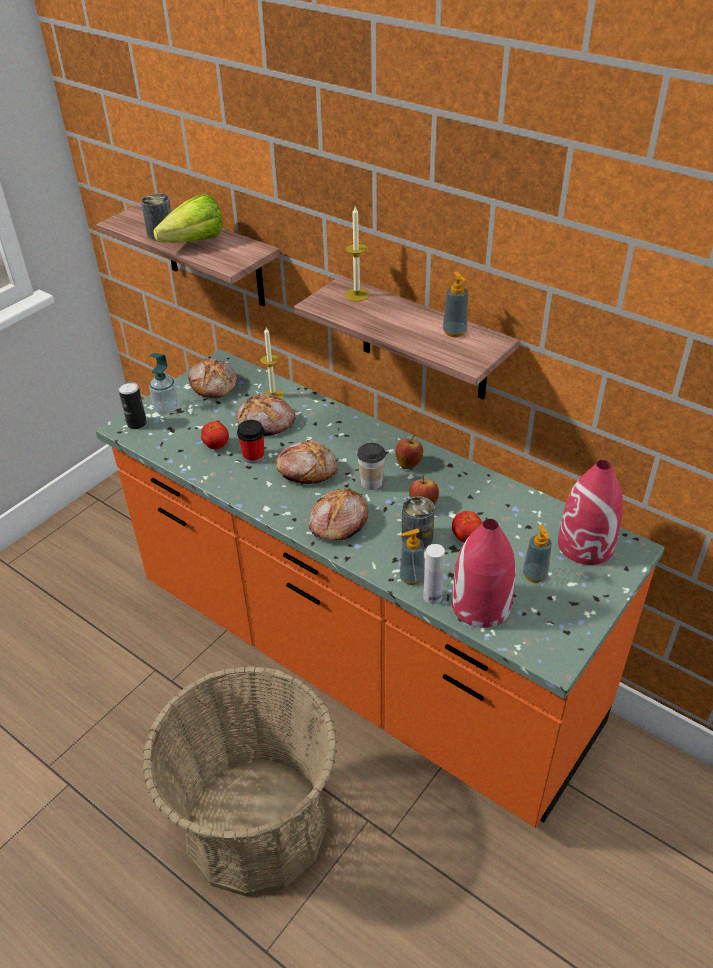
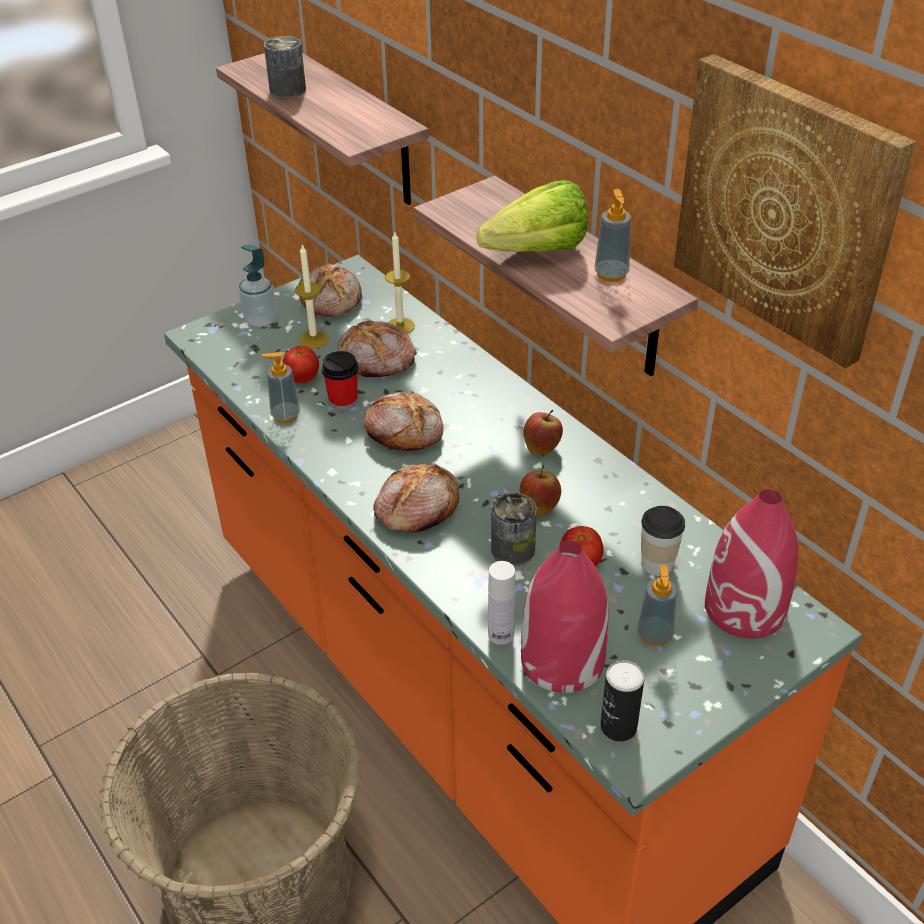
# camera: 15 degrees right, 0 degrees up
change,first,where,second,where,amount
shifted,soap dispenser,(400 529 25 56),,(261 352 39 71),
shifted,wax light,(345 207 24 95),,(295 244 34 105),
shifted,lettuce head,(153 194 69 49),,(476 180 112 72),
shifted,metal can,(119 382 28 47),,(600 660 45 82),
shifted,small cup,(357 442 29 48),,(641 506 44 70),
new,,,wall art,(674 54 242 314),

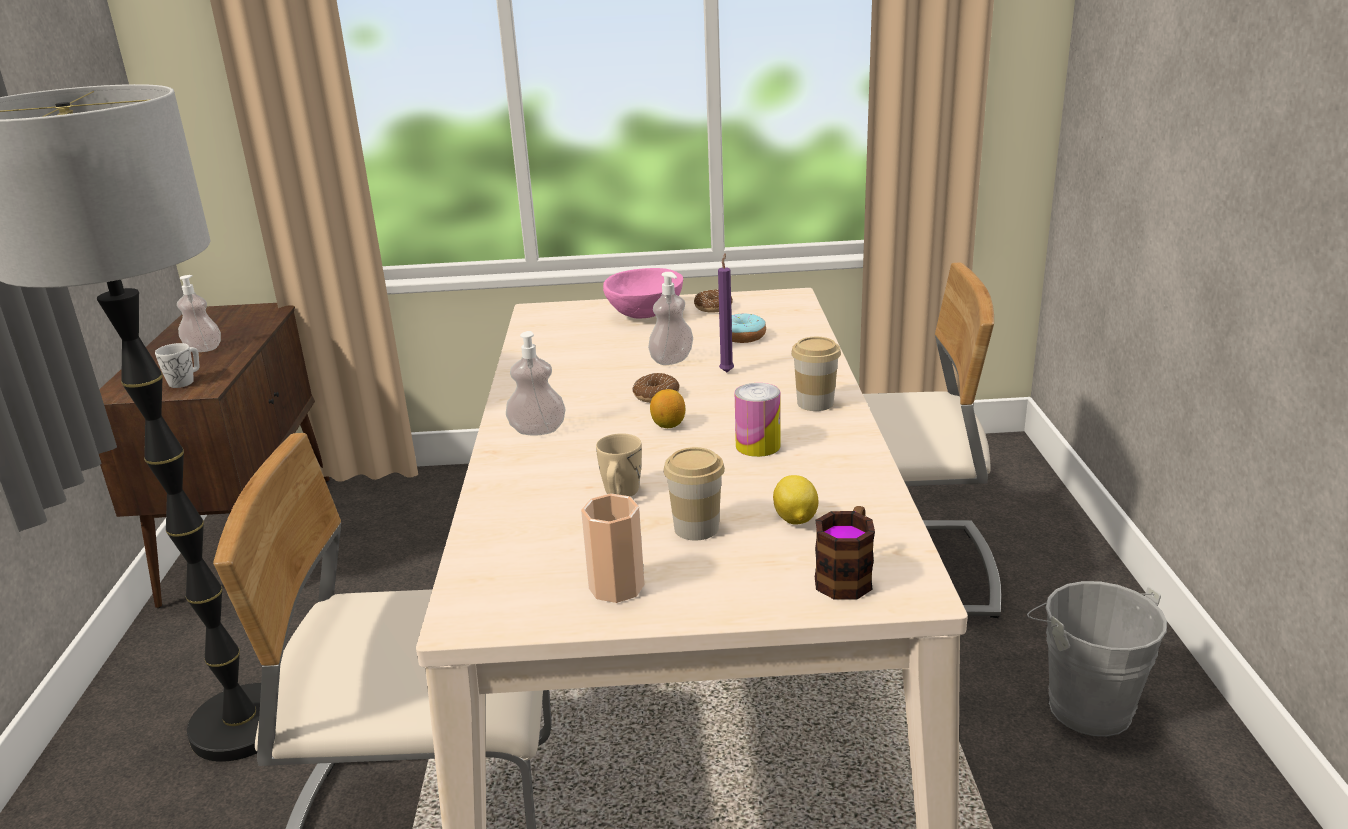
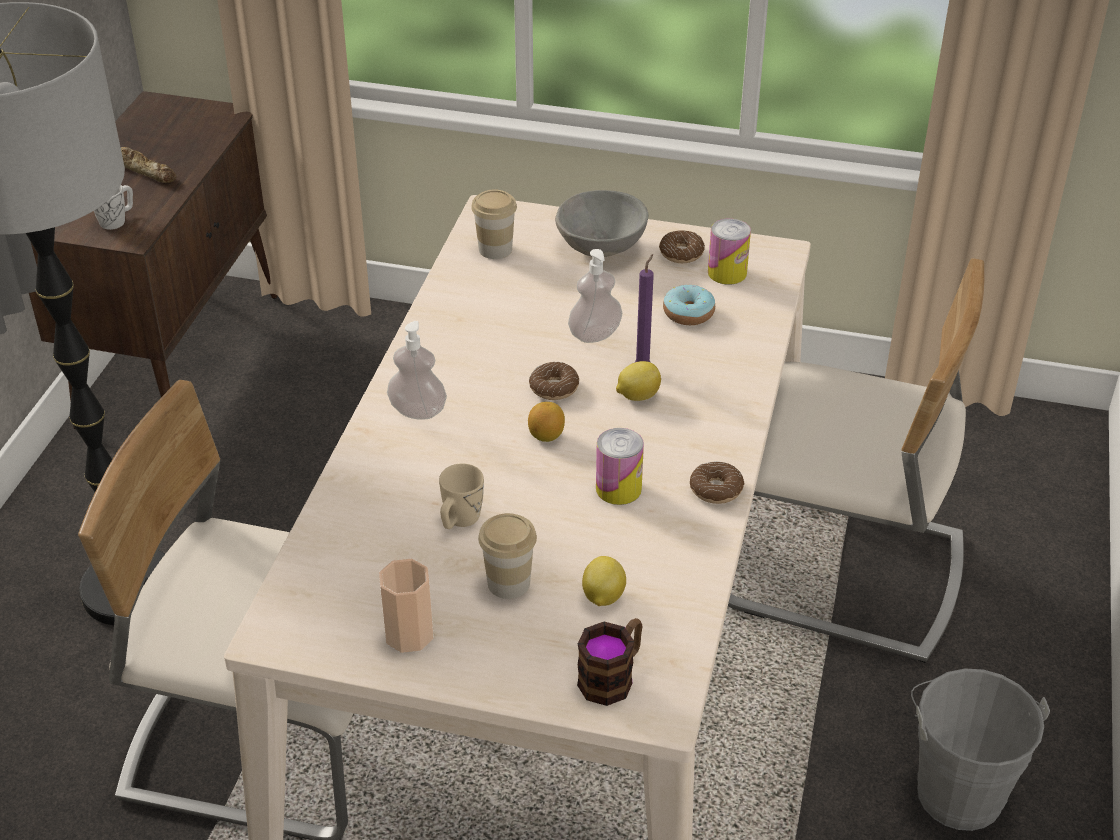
# camera: 15 degrees right, 15 degrees up
change,first,where,second,where,amount
swapped,soap dispenser,(177 275 44 77),baked bread,(121 147 56 36),
shifted,small cup,(791 337 50 74),,(471 190 46 69),
repainted,pink-coloured serving bowl,(603 268 80 51),gray serving bowl,(555 190 93 67),
new,,,whole lemon,(616 361 45 40),
new,,,ring doughnut,(690 461 54 43),
new,,,metal can,(708 218 43 67),

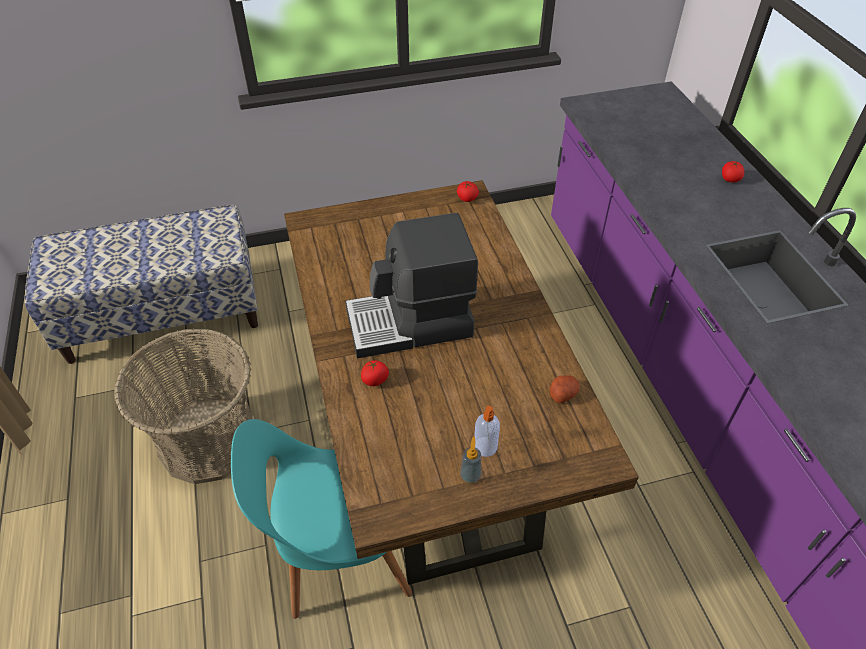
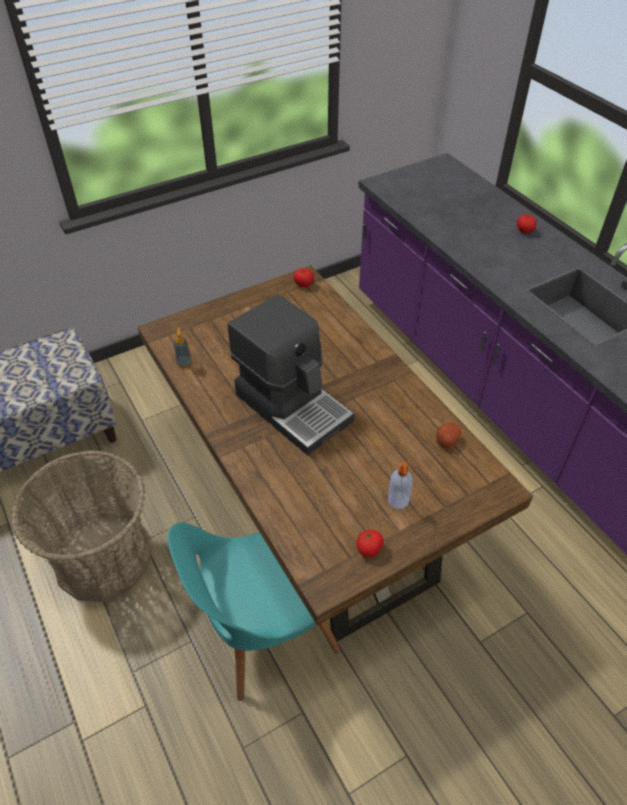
# camera: 15 degrees left, 0 degrees up
change,first,where,second,where,amount
shifted,soap dispenser,(460 436 21 48),,(174 328 18 40),
rotated,coffee brewer,(345 213 133 145),,(227 294 127 161),105 degrees counterclockwise
shifted,fresh tomato,(361 360 28 26),,(357 530 27 27),

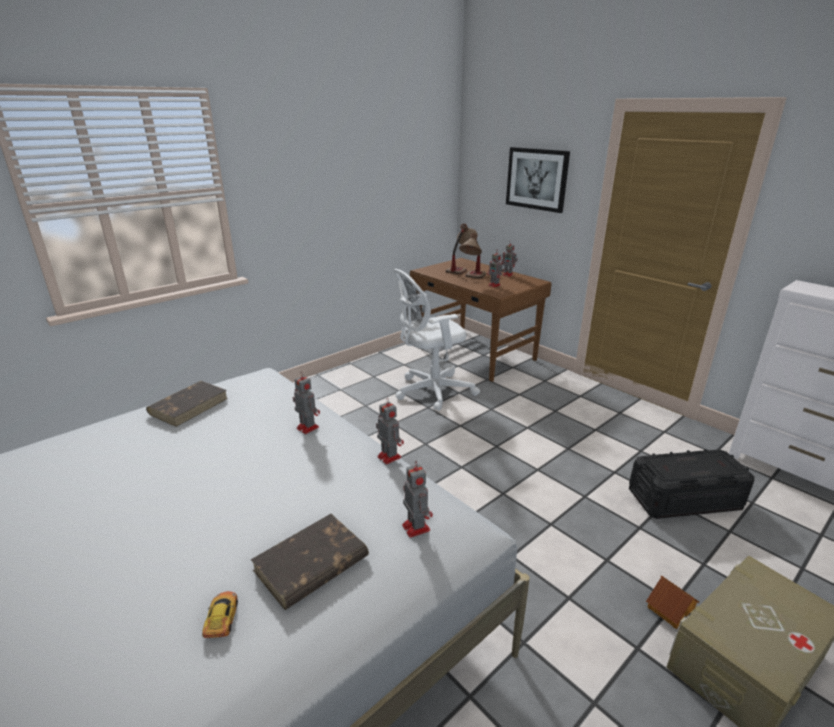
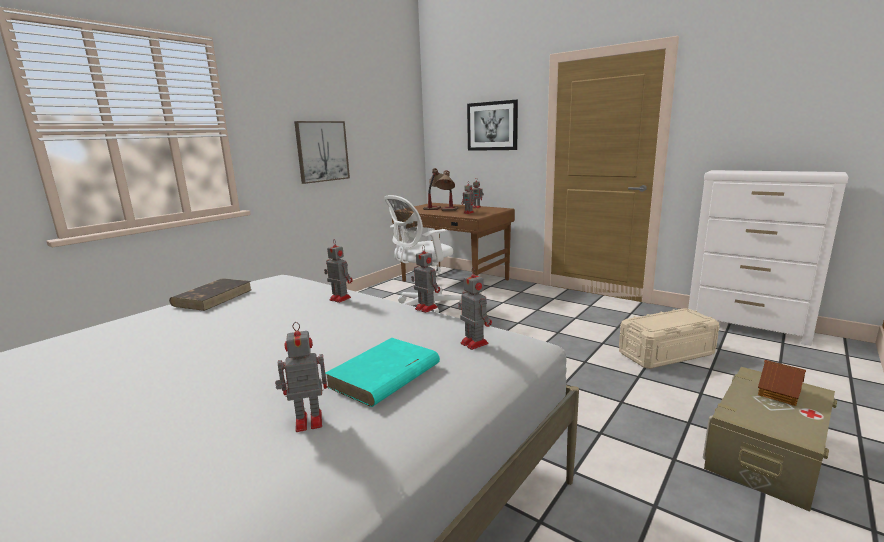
# camera: 10 degrees left, 10 degrees down
change,first,where,second,where,amount
swapped,model car,(199 591 39 47),model robot,(275 322 52 110),
new,,,wall art,(294 121 56 63),
repainted,brownish book,(251 514 118 96),blue-green book,(325 338 115 69),
repainted,blackish storage container,(629 449 126 70),sand-coloured storage container,(619 308 100 61),
shifted,model house,(646 575 53 54),,(758 360 48 46),

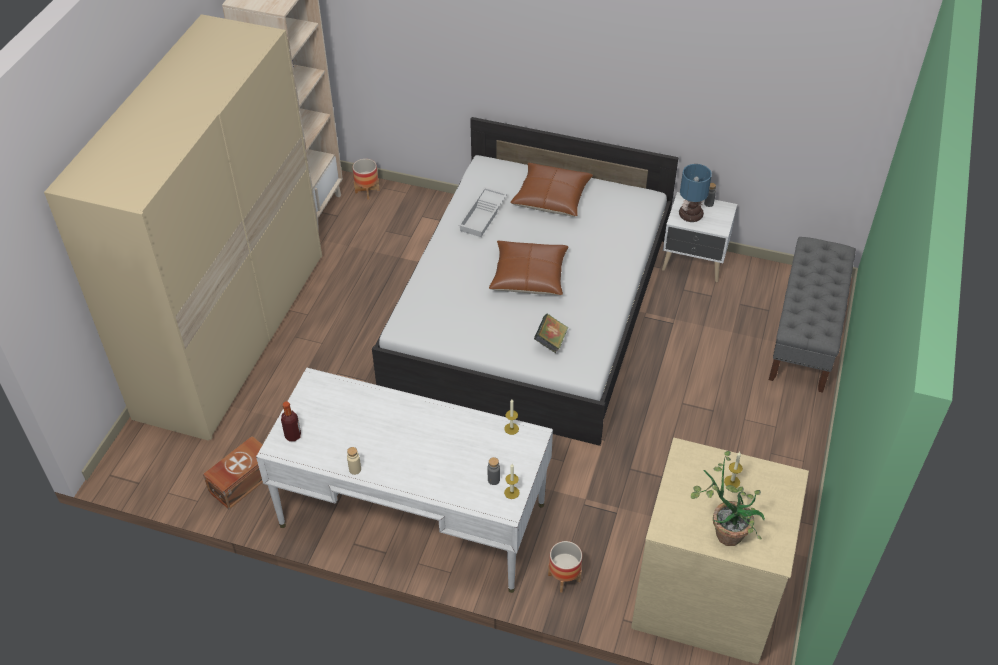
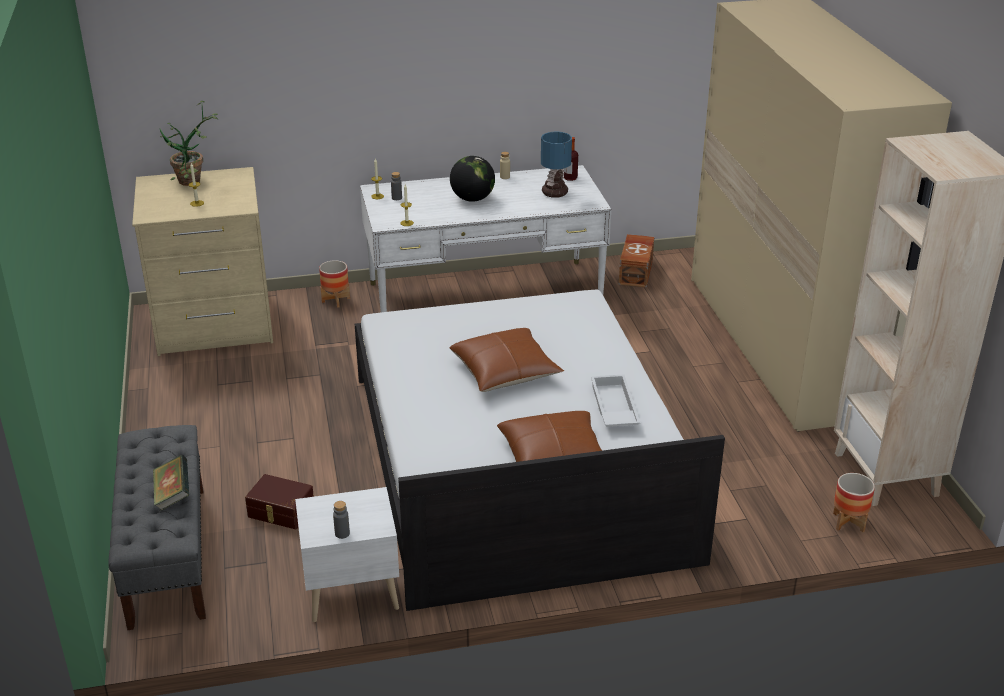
# camera: 150 degrees right, 15 degrees down
change,first,where,second,where,amount
shifted,book,(534 314 34 39),,(153 455 37 56),
new,,,brownish storage container,(245 474 69 55),
new,,,desk globe,(450 156 45 46),
shifted,table lamp,(679 164 33 58),,(541 132 31 66),

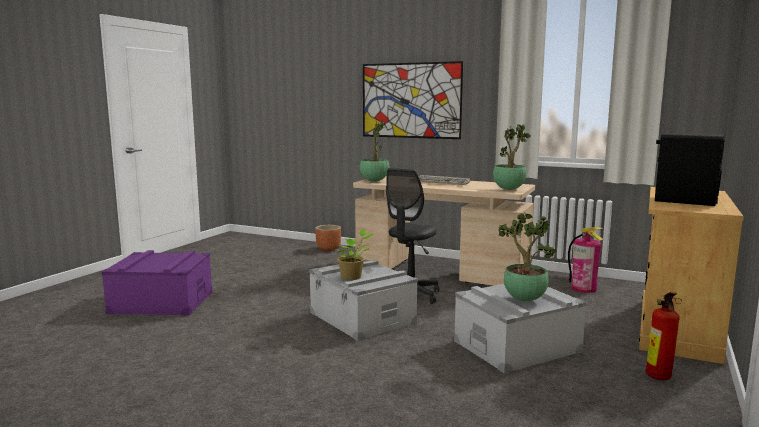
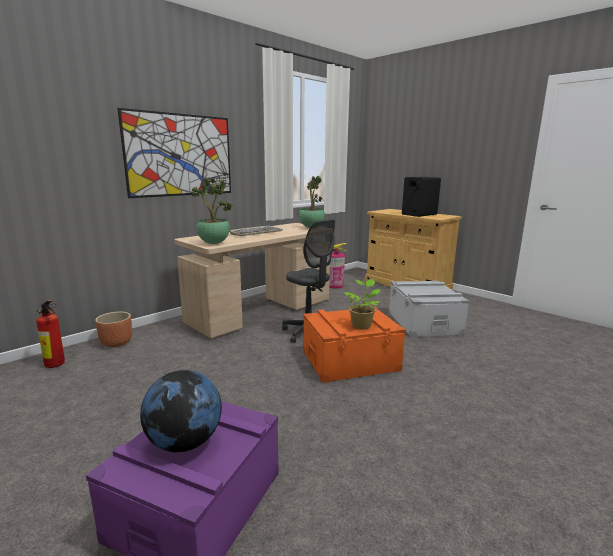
# camera: 70 degrees left, 5 degrees up
change,first,where,second,where,amount
shifted,fire-fighting cylinder,(646 292 36 88),,(36 300 29 68),
new,,,desk globe,(140 370 82 82),
repainted,gray storage container,(309 259 109 82),orangey storage container,(303 307 103 76),
gone,houseplant,(498 212 58 89),,,

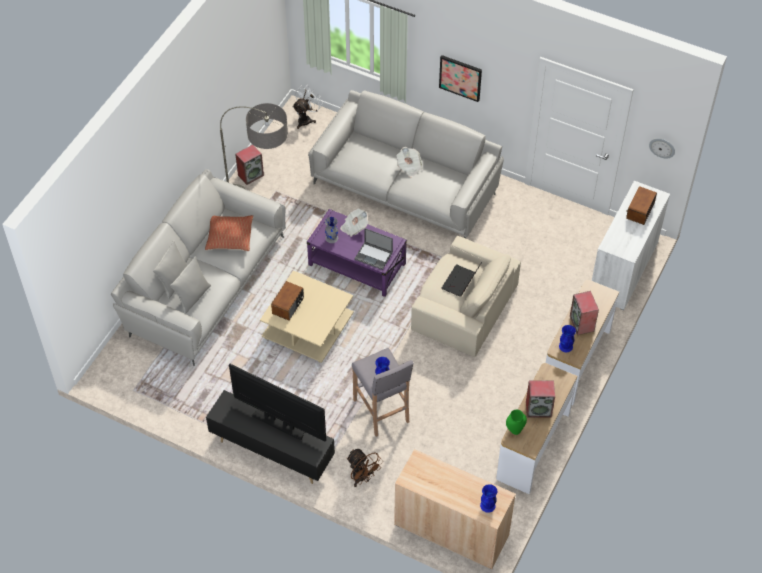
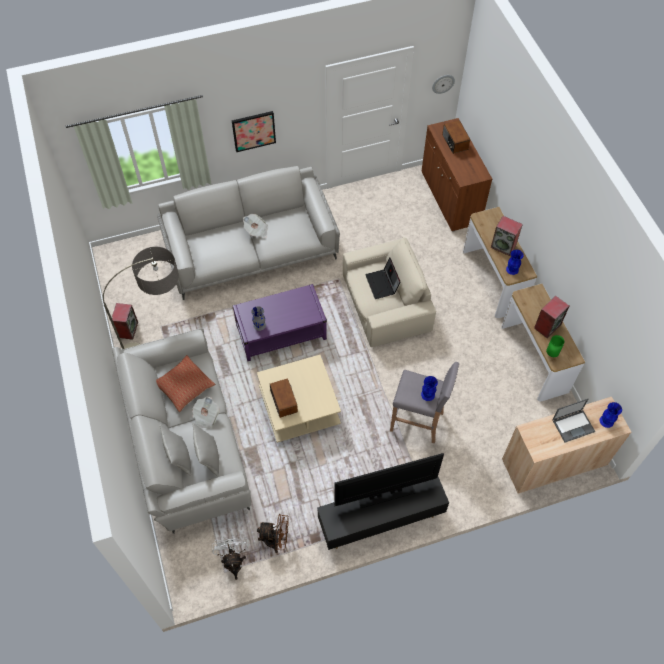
# camera: 45 degrees left, 5 degrees up
change,first,where,second,where,amount
shifted,printed paper,(340 209 28 28),,(192 397 28 32),
shifted,whitish electric fan,(292 85 31 44),,(212 535 36 45),
shifted,brownish electric fan,(346 449 37 38),,(257 514 32 39),
repainted,whitish cupboard,(592 181 78 129),brownish cupboard,(421 118 71 114),
shifted,notebook computer,(354 228 39 42),,(552 399 43 43),

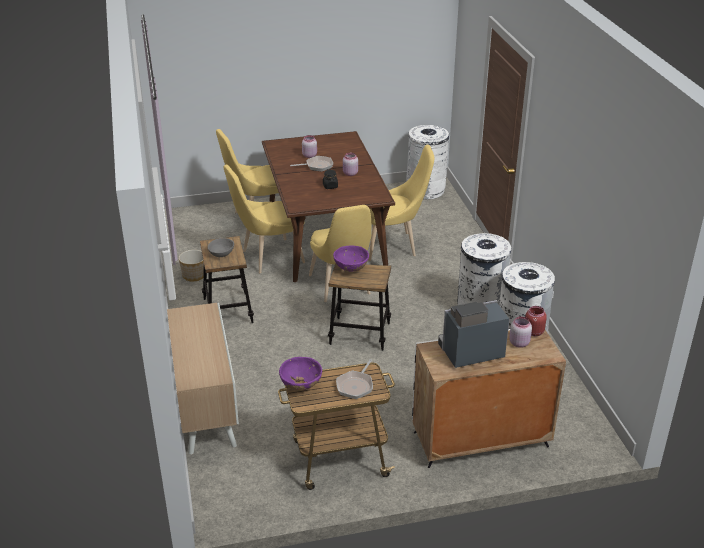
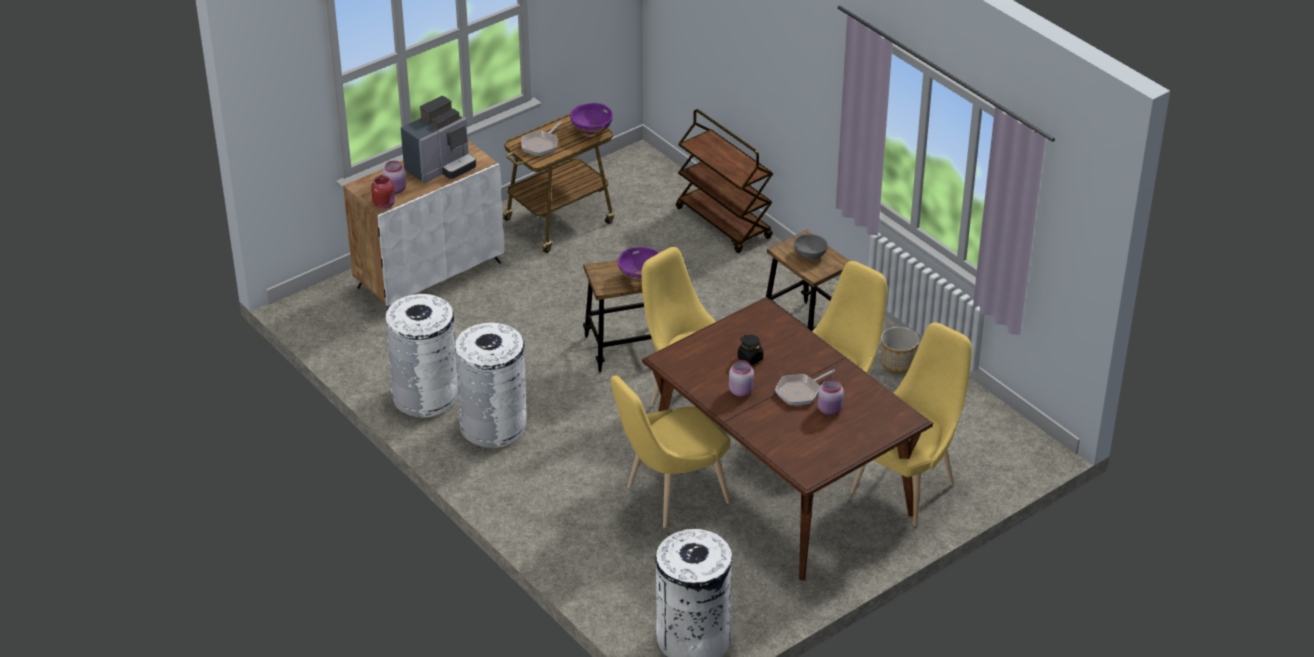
# camera: 155 degrees right, 5 degrees up
change,first,where,second,where,amount
rotated,skillet,(336 359 37 40),,(521 121 41 35),150 degrees counterclockwise
swapped,cupboard,(167 303 72 152),brownish trolley,(676 109 97 144),

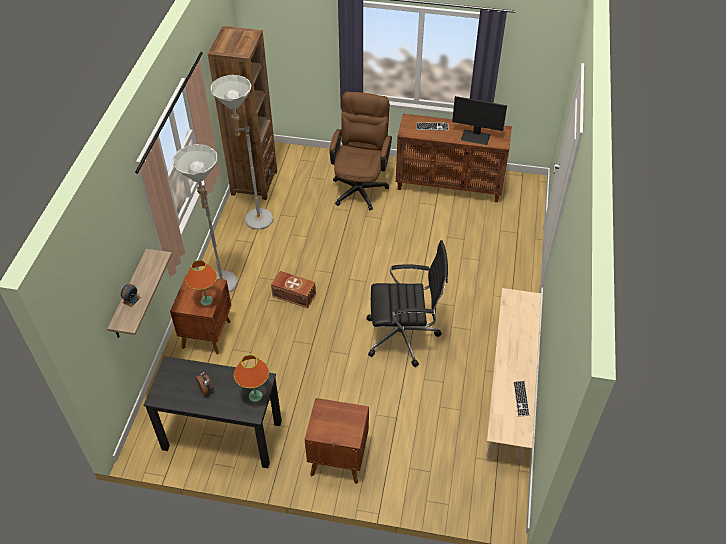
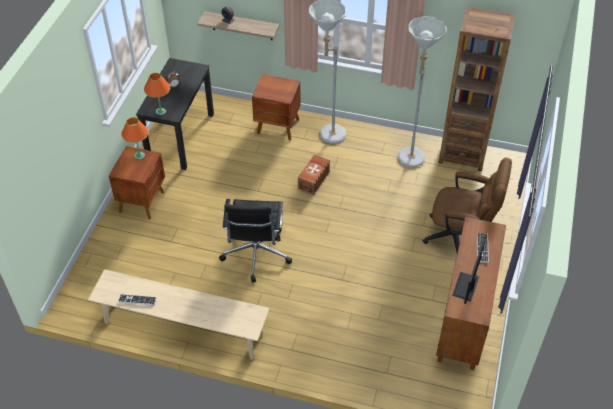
# camera: 95 degrees right, 0 degrees up
change,first,where,second,where,amount
shifted,orangey table lamp,(186 260 31 46),,(121 117 28 42),

